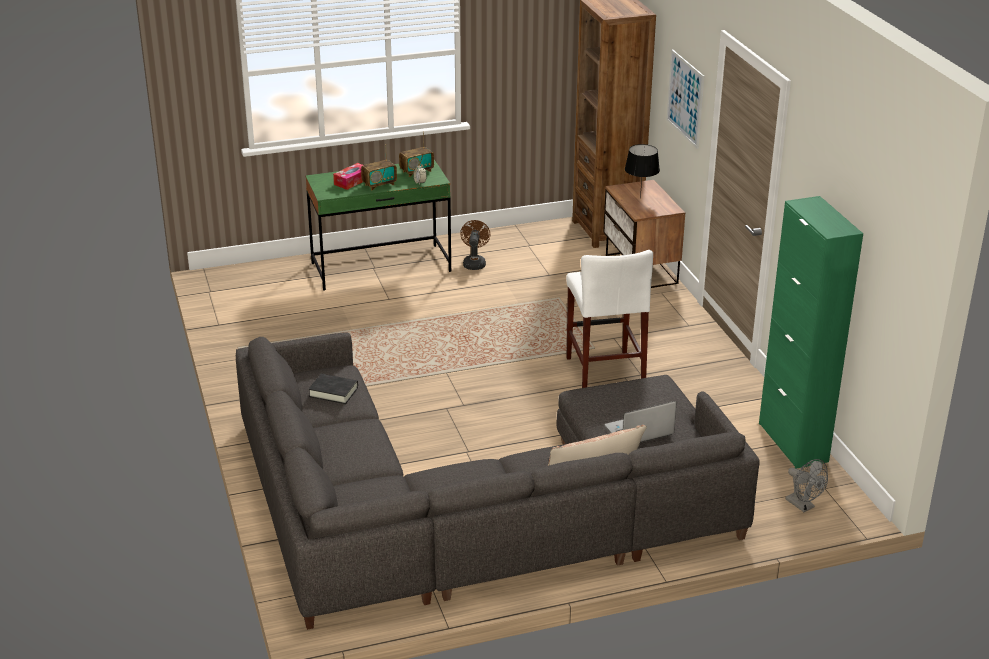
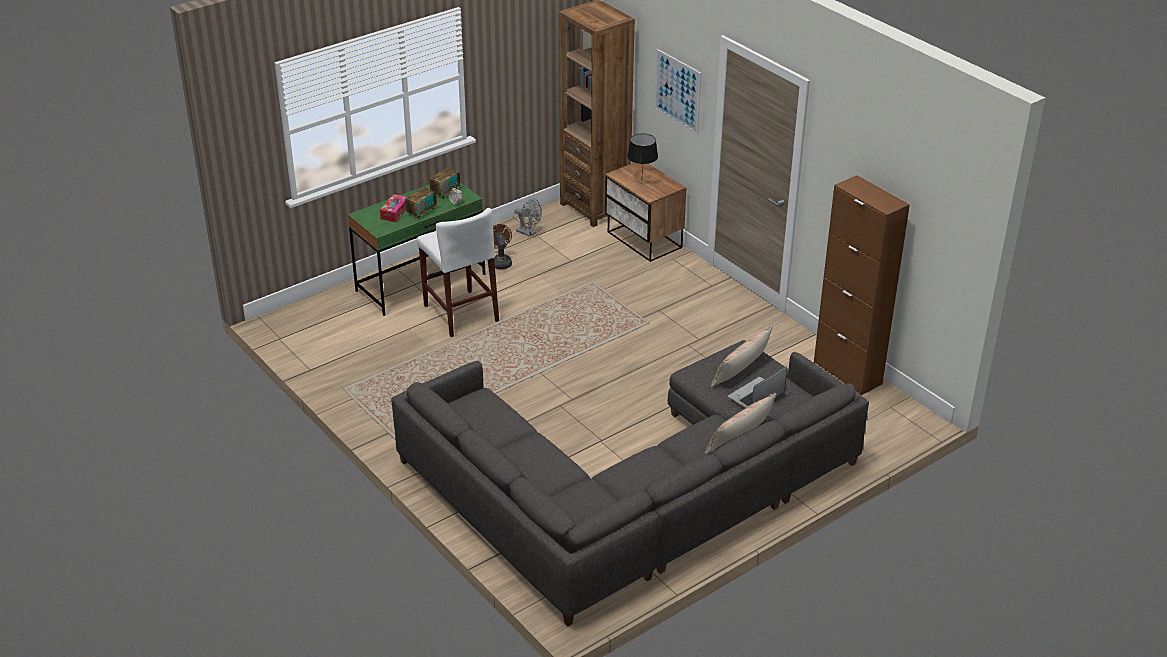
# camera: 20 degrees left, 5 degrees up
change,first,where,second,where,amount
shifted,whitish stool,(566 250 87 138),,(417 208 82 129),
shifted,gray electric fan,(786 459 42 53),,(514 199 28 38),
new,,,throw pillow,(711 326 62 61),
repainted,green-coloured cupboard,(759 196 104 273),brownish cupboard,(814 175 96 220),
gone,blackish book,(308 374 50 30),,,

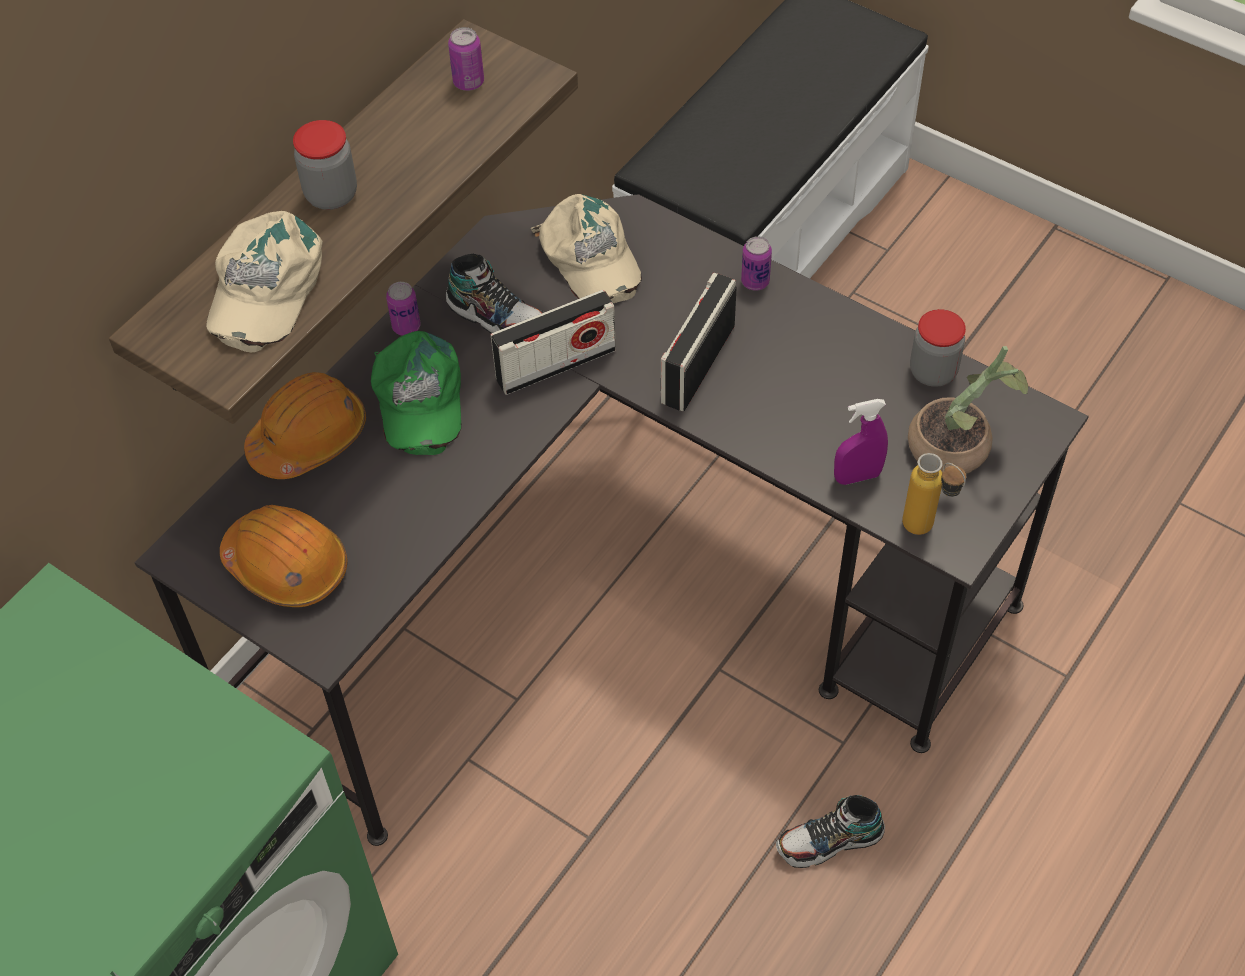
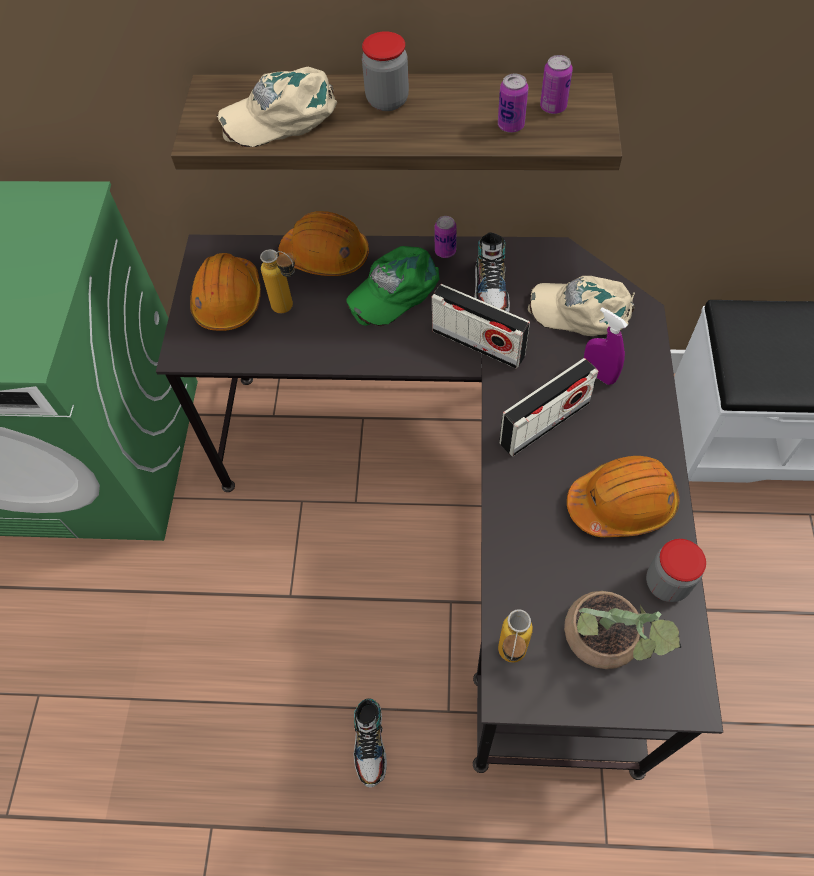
# camera: 60 degrees right, 5 degrees up
change,first,where,second,where,amount
new,,,drink bottle,(260 249 35 64),
rotated,shoe,(776 795 109 73),,(353 698 34 89),135 degrees counterclockwise
shifted,metal can,(741 236 31 55),,(498 74 30 59),
rotated,radio set,(661 273 76 138),,(499 358 99 98),150 degrees clockwise
rotated,sand-coloured peaked cap,(531 194 111 109),,(528 276 107 60),75 degrees clockwise
new,,,orangey safety helmet,(567 456 112 81),
shifted,purplish spray bottle,(834 399 54 86),,(584 307 44 78),

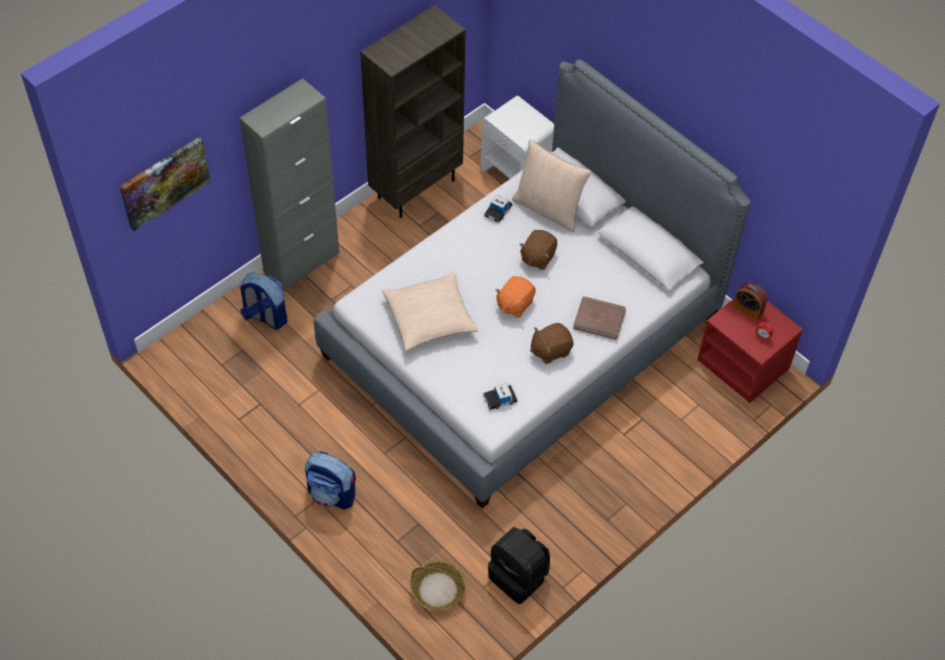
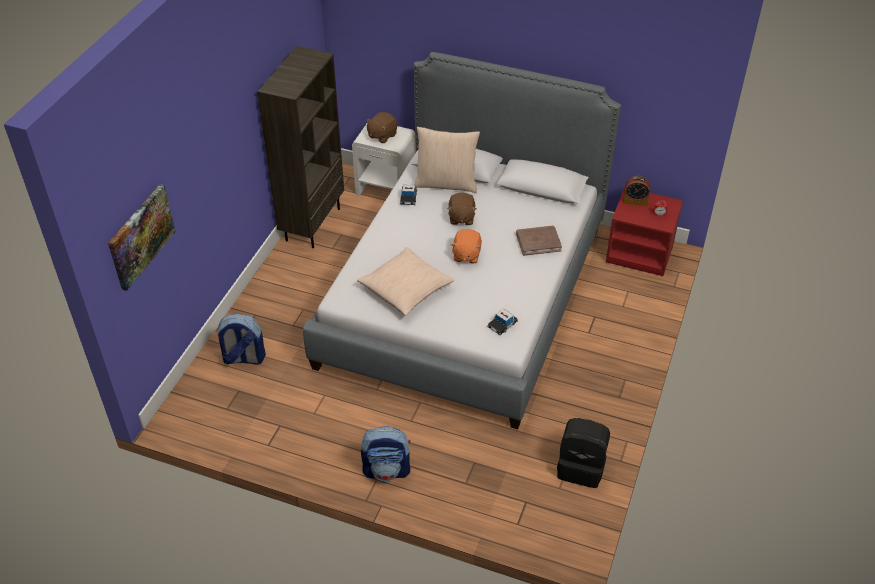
# camera: 25 degrees left, 10 degrees down
change,first,where,second,where,amount
shifted,brownish cuddly toy,(530 323 43 41),,(366 112 32 31),
gone,gray cupboard,(239 78 100 213),,,
gone,basket,(410 560 56 51),,,

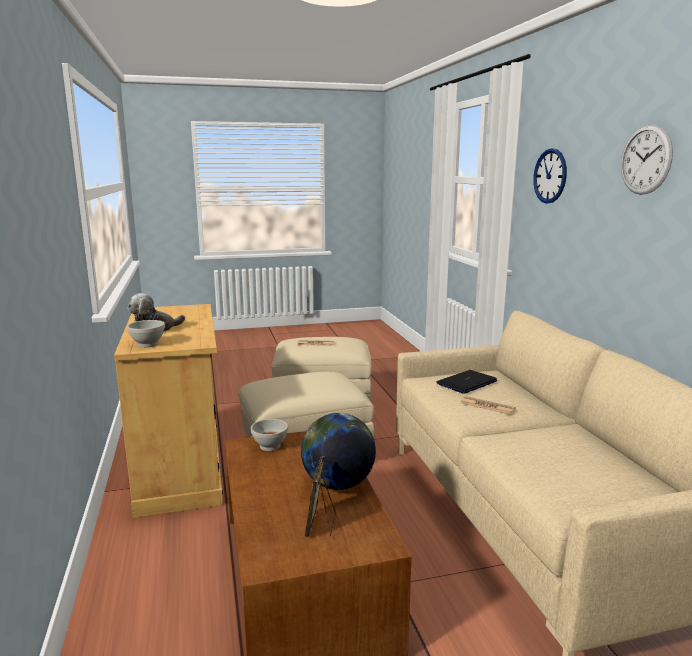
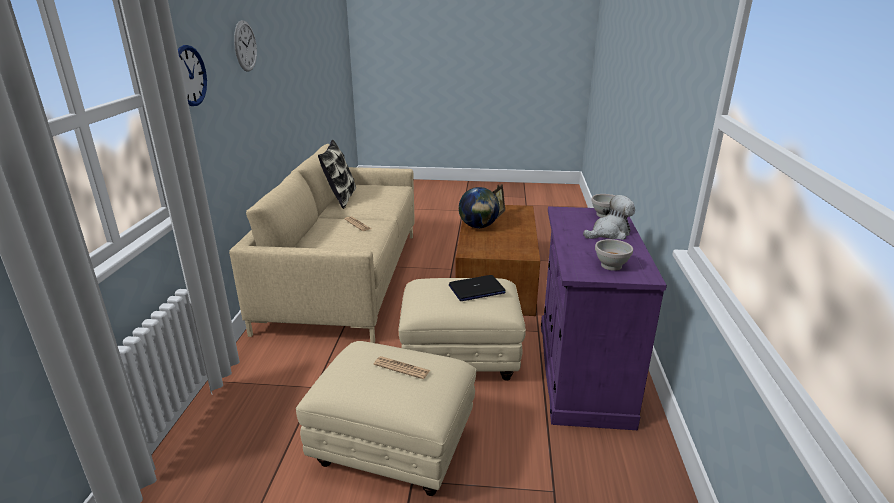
# camera: 160 degrees left, 10 degrees up
change,first,where,second,where,amount
new,,,throw pillow,(318 140 38 69),
shifted,notebook computer,(436 370 61 24),,(449 275 57 26),
repainted,sand-coloured cupboard,(114 304 109 214),purplish cupboard,(541 206 126 224),
shifted,whitish serving bowl,(251 419 37 32),,(595 239 38 32),

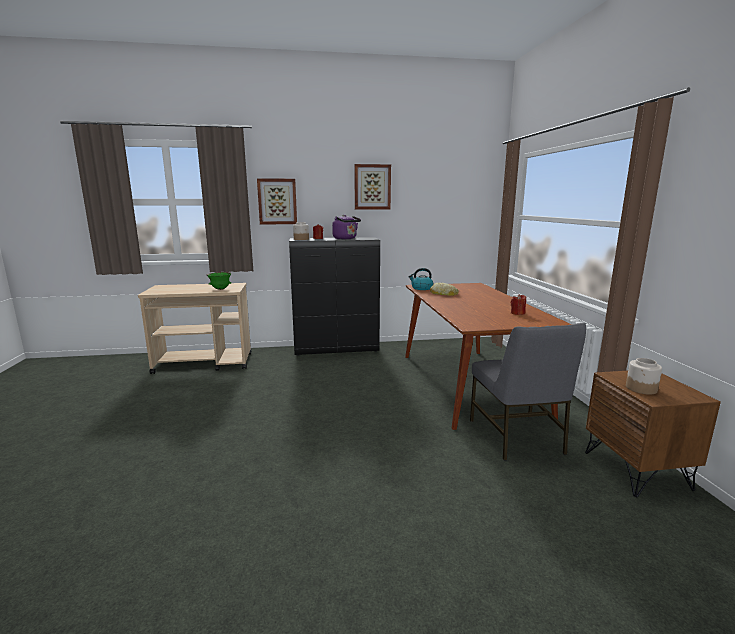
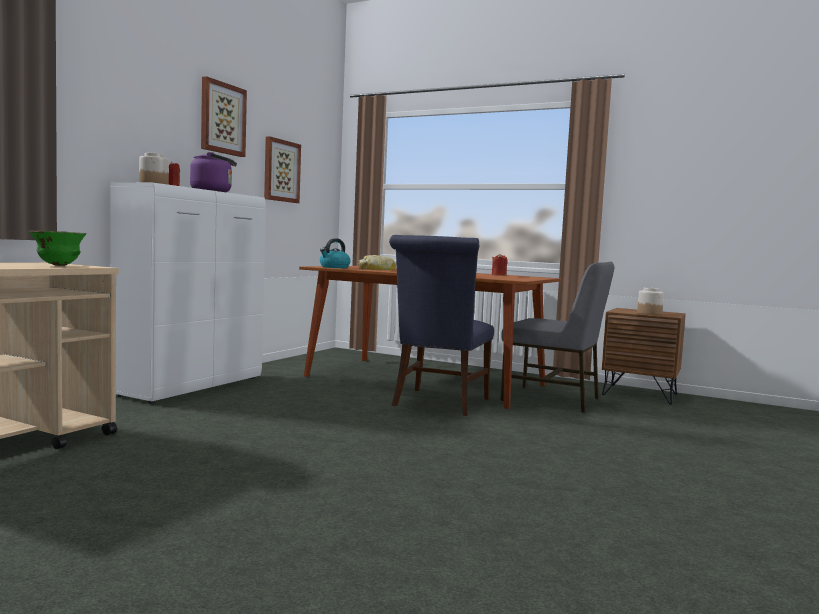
# camera: 55 degrees left, 10 degrees down
change,first,where,second,where,amount
repainted,blackish cupboard,(289 237 91 119),whitish cupboard,(111 183 155 221),
shifted,wall art,(257 178 40 46),,(264 136 37 67),
new,,,blue-coloured plain chair,(389 235 105 181),

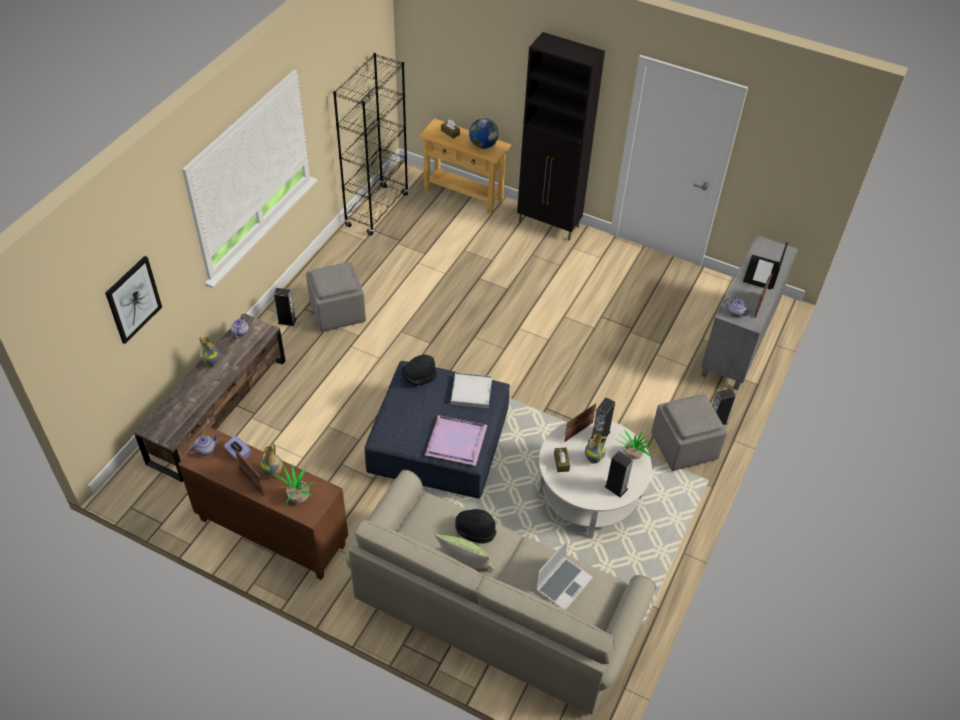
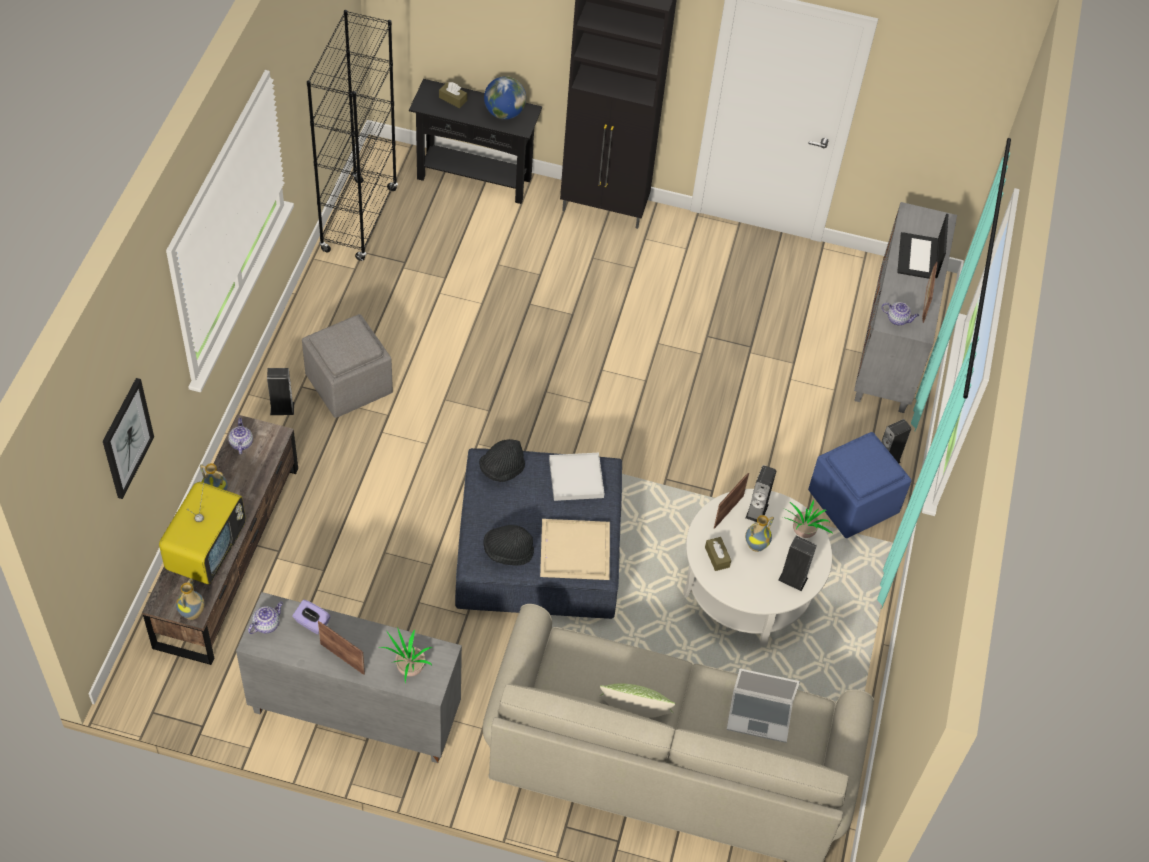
# camera: 15 degrees left, 5 degrees up
change,first,where,second,where,amount
new,,,TV,(159 482 87 102),
shifted,decorative vase,(260 443 23 35),,(176 578 28 42),
repainted,brownish cupboard,(178 427 170 153),gray cupboard,(236 592 226 171),
repainted,sand-coloured hall table,(418 118 93 96),blackish hall table,(409 79 133 125),
shifted,blackish hat,(455 509 42 35),,(483 525 51 41),
repainted,purplish tray,(425 415 62 51),sand-coloured tray,(540 519 70 61),
rotated,notebook computer,(536 539 57 71),,(727 668 73 75),75 degrees clockwise
repainted,gray ottoman,(651 394 76 77),blue-coloured ottoman,(808 432 104 106),

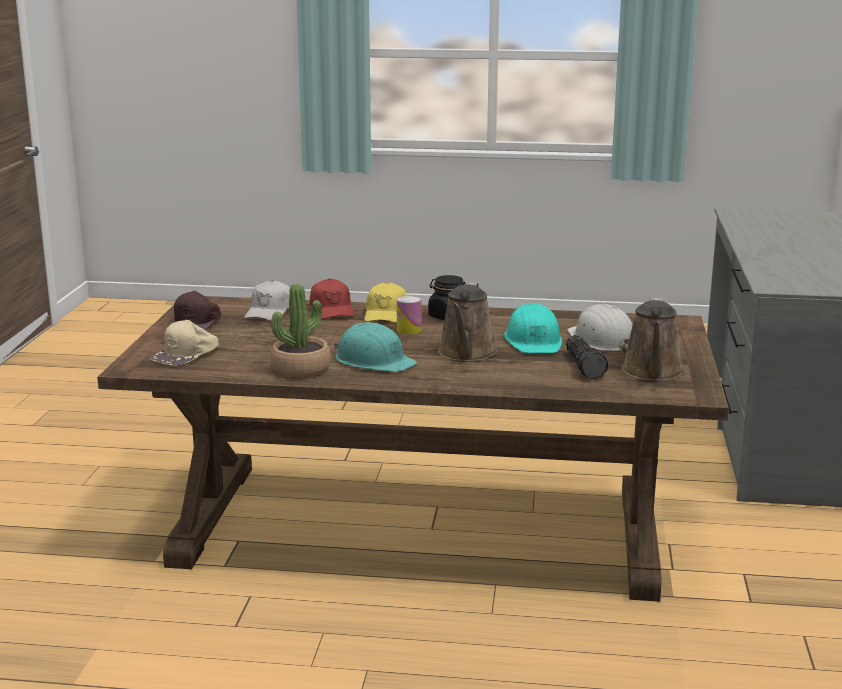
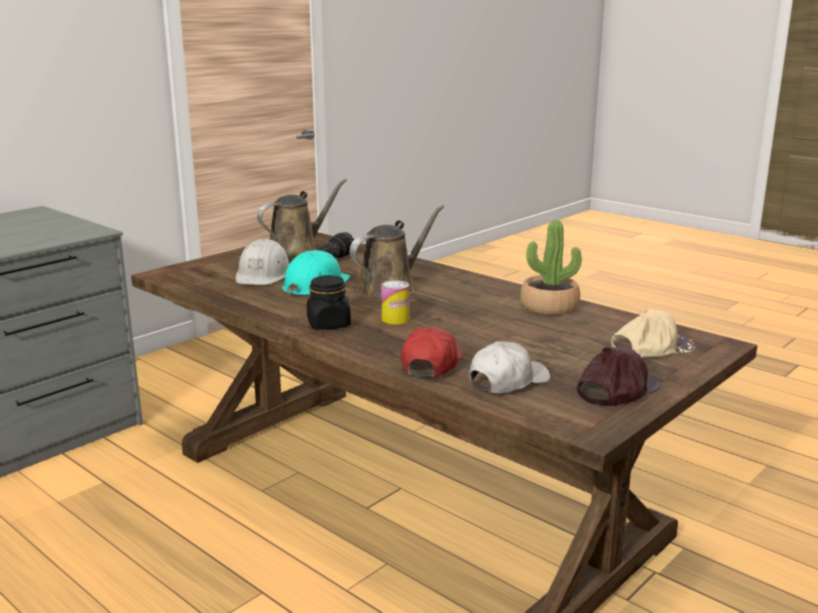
# camera: 145 degrees left, 0 degrees up
change,first,where,second,where,amount
gone,blue-green safety helmet,(334 322 83 50),,,
gone,yellow peaked cap,(364 282 43 41),,,

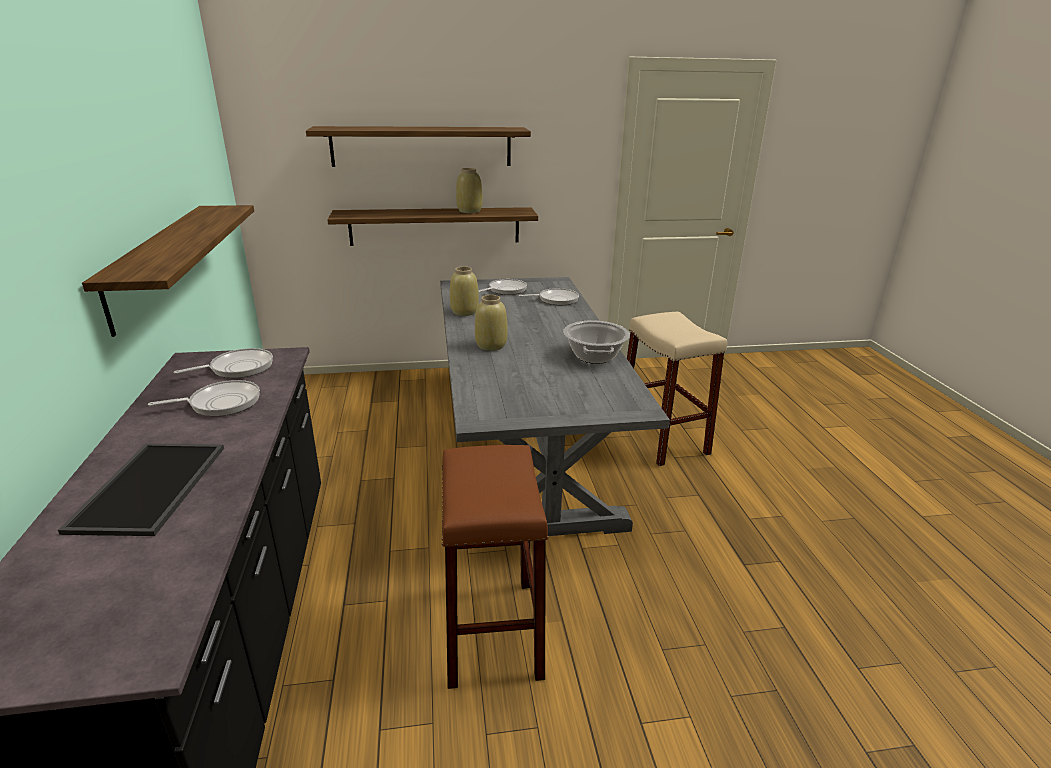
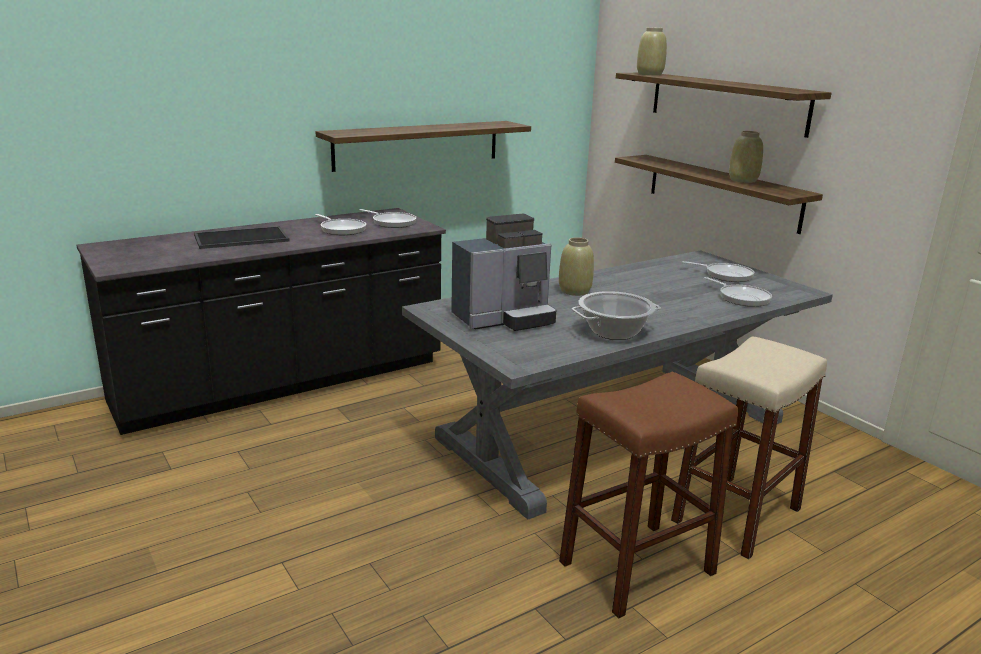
# camera: 65 degrees right, 5 degrees down
change,first,where,second,where,amount
new,,,coffee brewer,(451 214 105 117),
shifted,brownish stool,(442 445 107 244),,(559 372 179 246),
shifted,sand-coloured decorative vase,(450 266 29 50),,(637 27 30 48),

